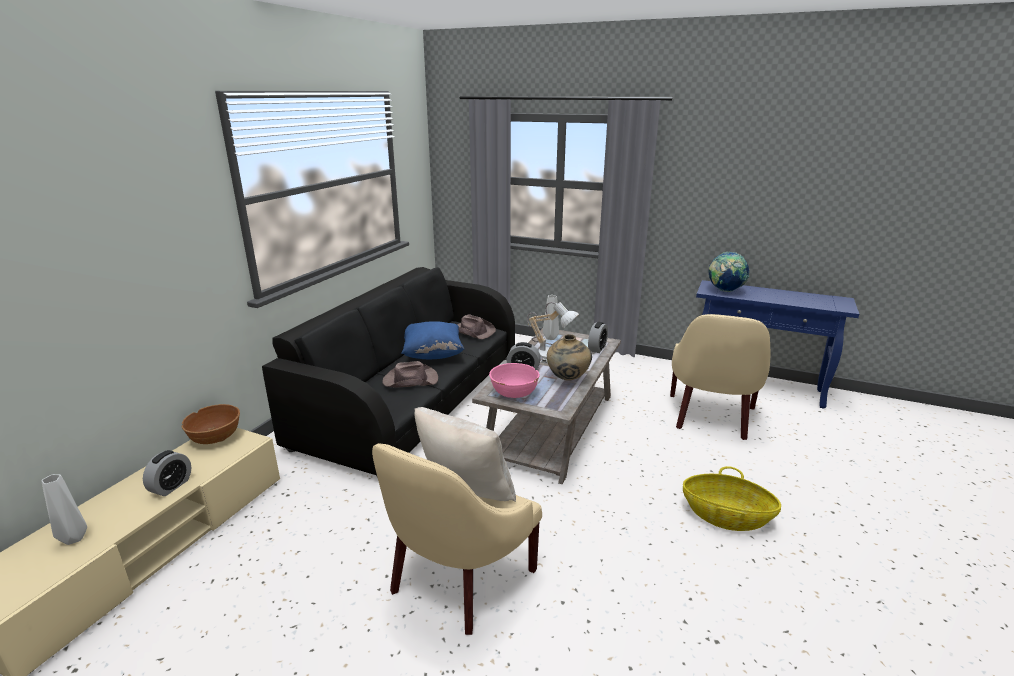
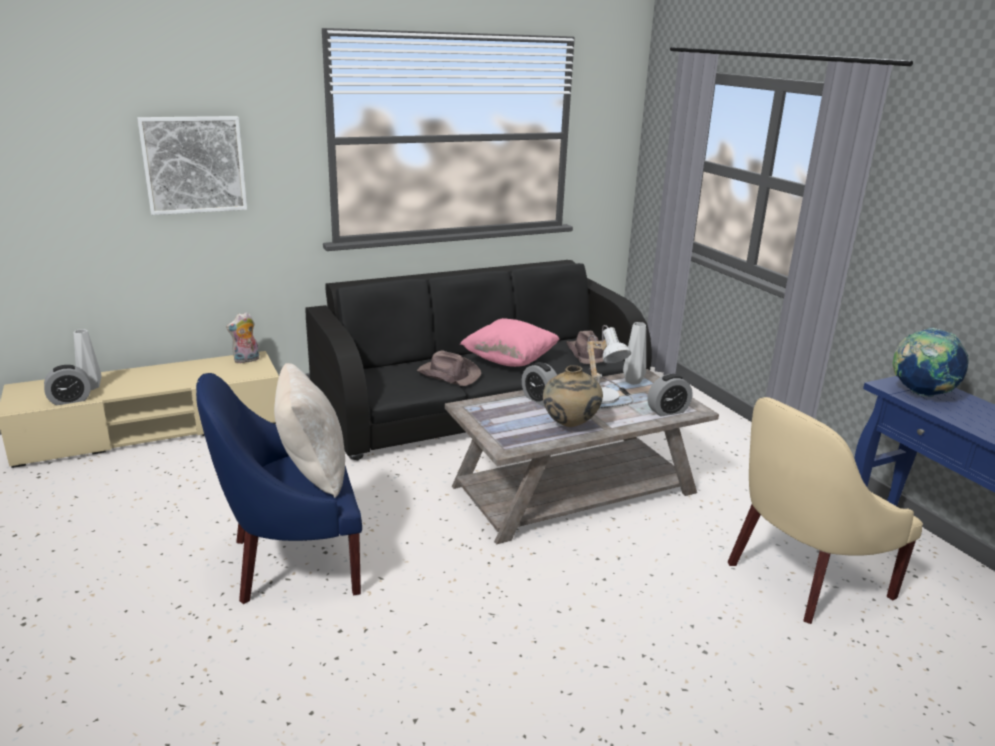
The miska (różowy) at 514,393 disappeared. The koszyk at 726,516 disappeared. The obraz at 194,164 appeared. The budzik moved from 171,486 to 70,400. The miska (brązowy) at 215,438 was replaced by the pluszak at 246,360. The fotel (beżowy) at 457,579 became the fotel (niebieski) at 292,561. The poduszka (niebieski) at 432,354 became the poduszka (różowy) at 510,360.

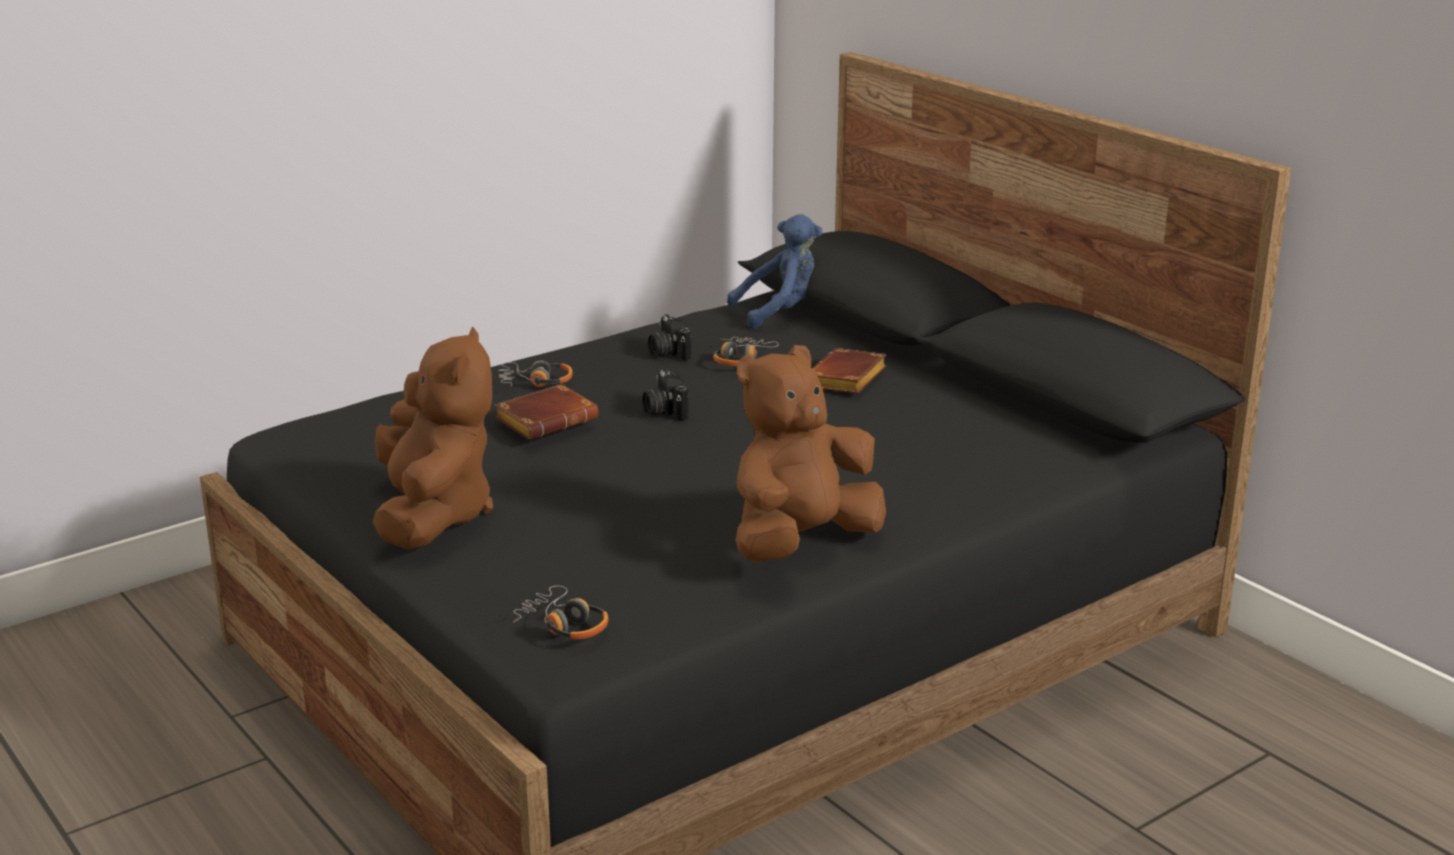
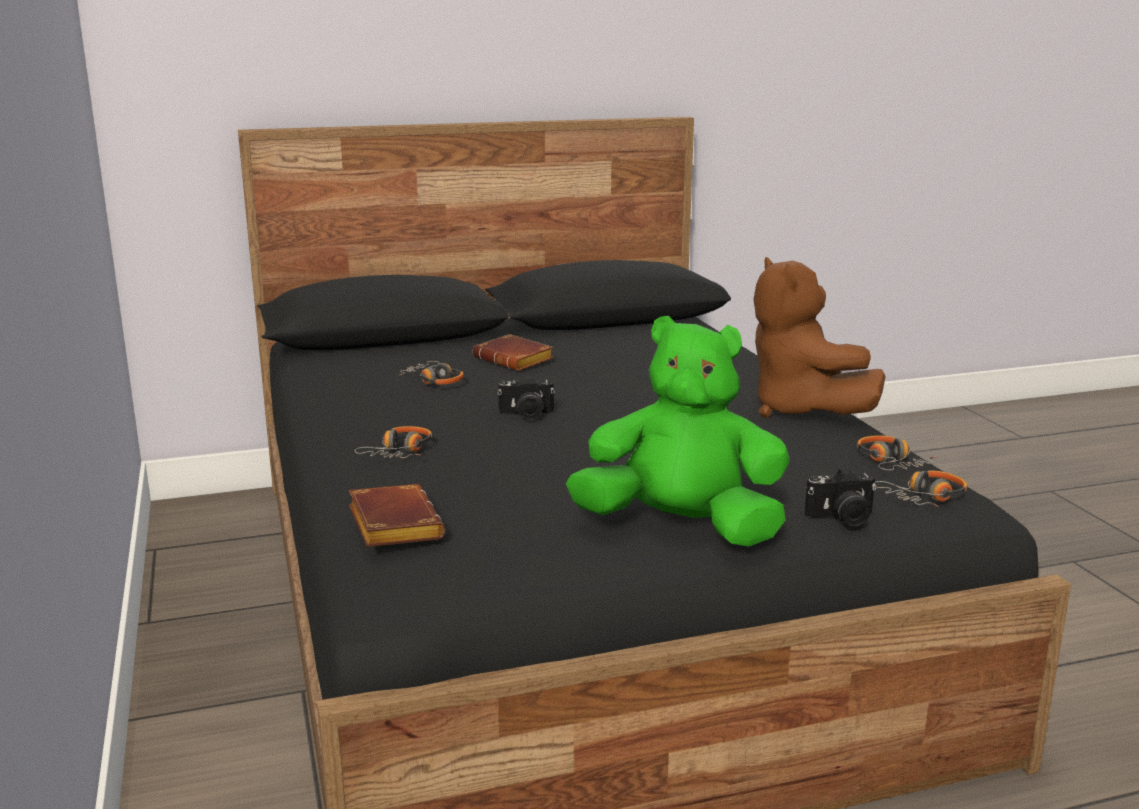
The pluszak (niebieski) at 781,312 disappeared. The słuchawki at 891,462 appeared. The książka (brązowy) moved from 547,419 to 391,524. The aparat fotograficzny moved from 668,353 to 842,518. The pluszak (brązowy) at 433,516 became the pluszak (zielony) at 681,527.

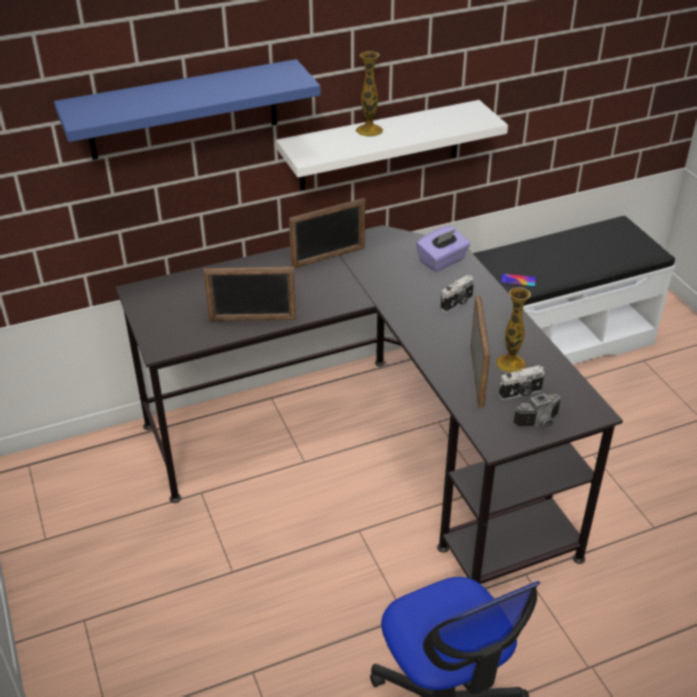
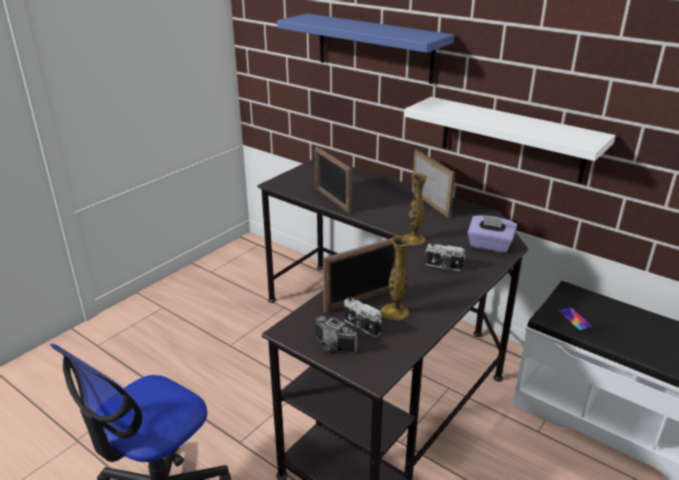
The wazon moved from 369,130 to 413,239. The ramka na zdjęcie at 328,257 turned 150 degrees counterclockwise.

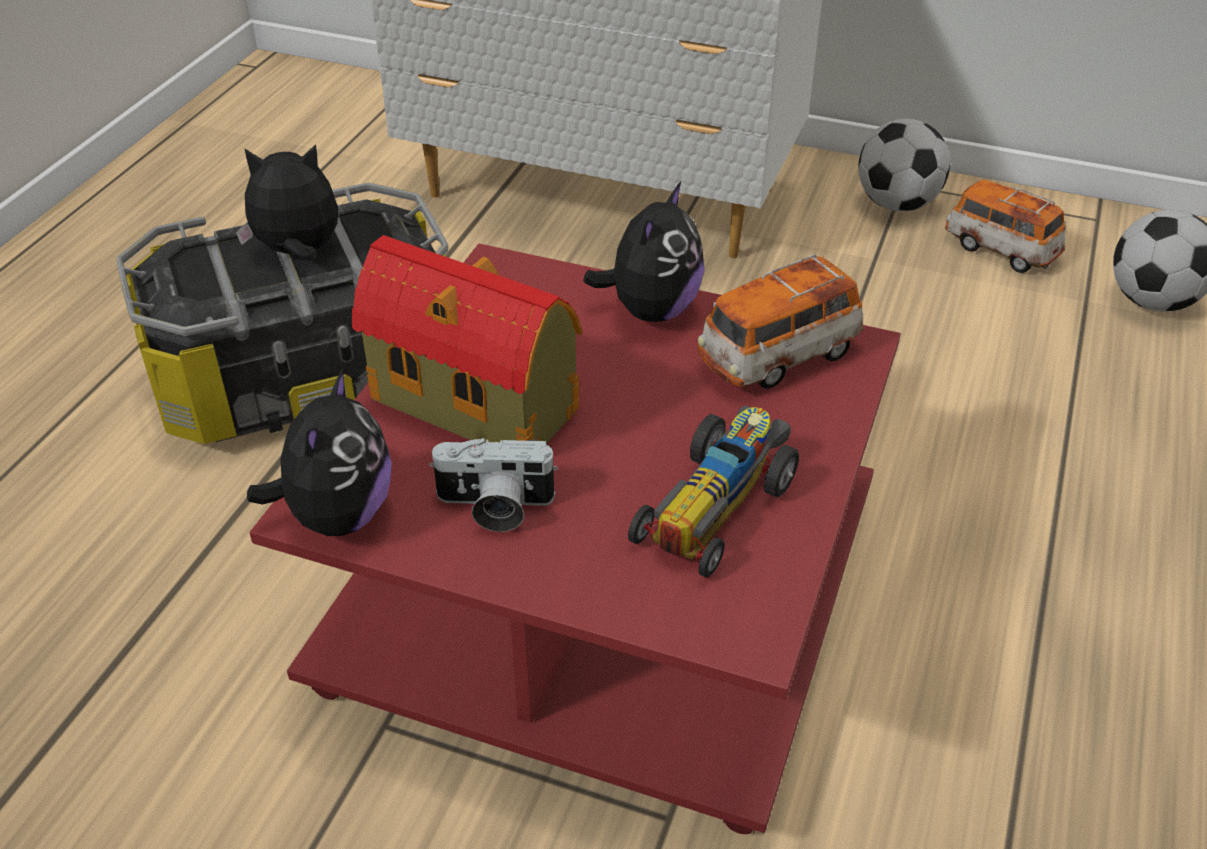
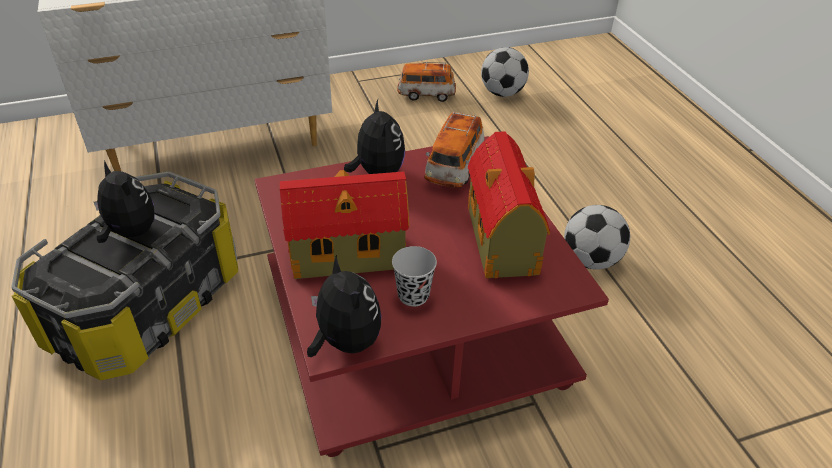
The piłka futbolowa moved from 897,204 to 591,260. The aparat fotograficzny at 494,507 was replaced by the filiżanka (czarny) at 413,295. The samochodzik at 717,503 was replaced by the domek at 502,241. The pluszak at 298,252 turned 90 degrees clockwise.

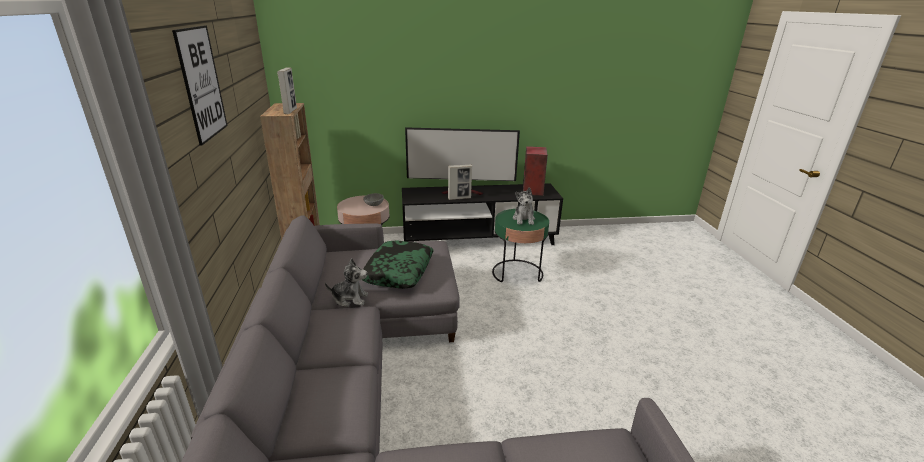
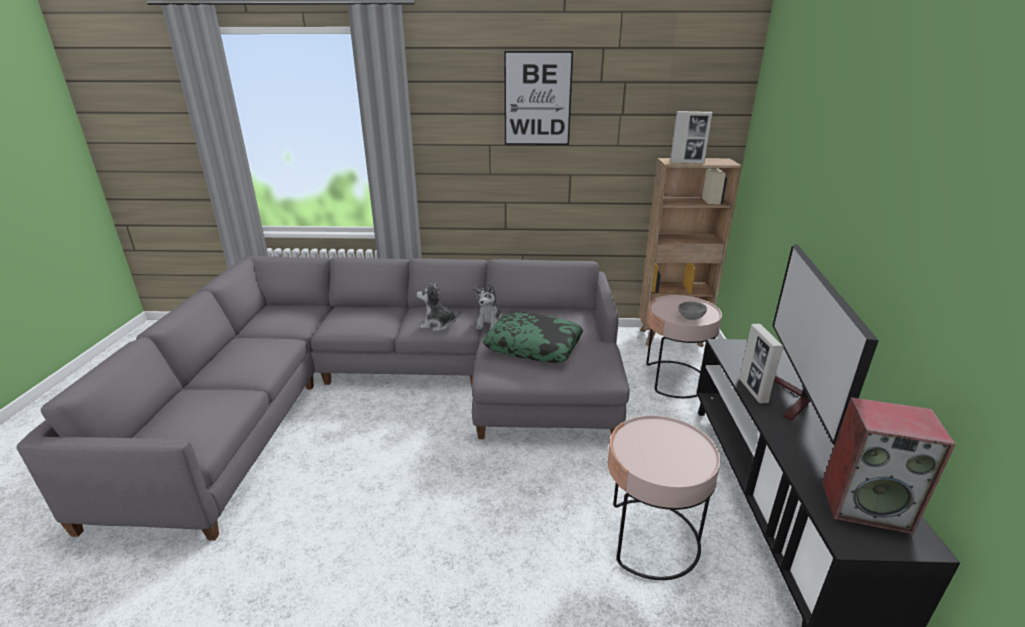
The pluszak moved from 524,219 to 438,324. The stolik (zielony) at 517,273 became the stolik (różowy) at 650,538.

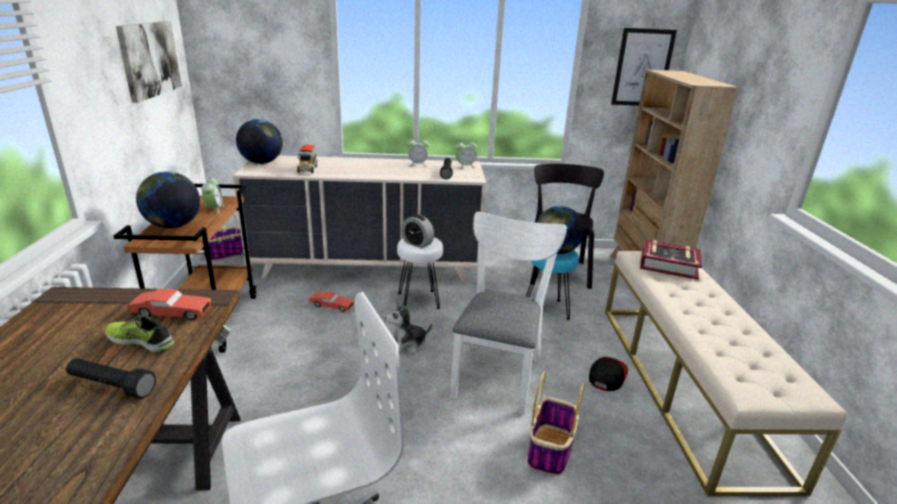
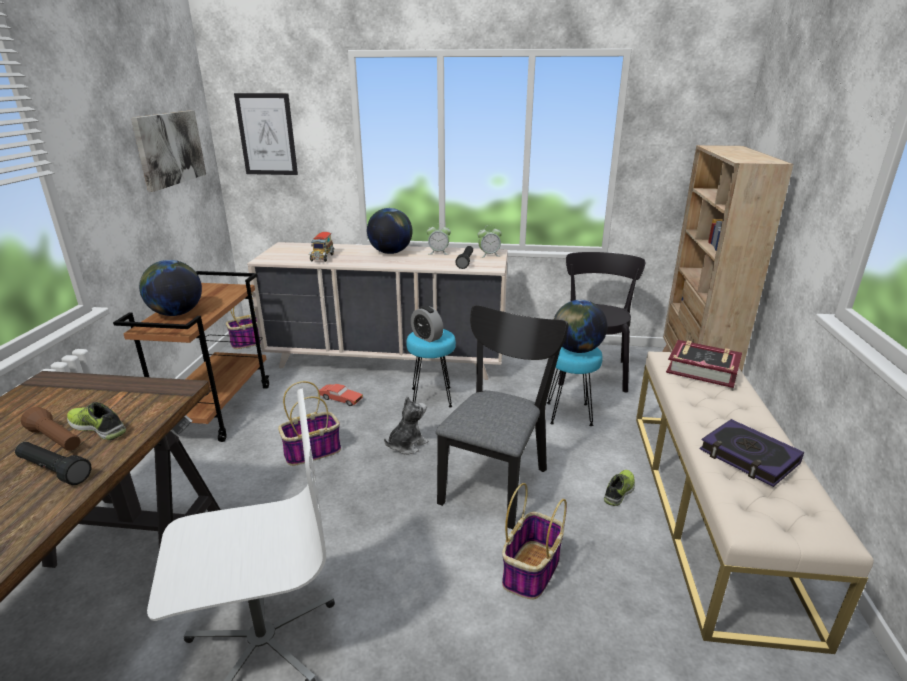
The samochodzik (czerwony) at 171,313 disappeared. The budzik at 214,209 disappeared. The latarka (brązowy) at 56,440 appeared. The koszyk at 313,451 appeared. The książka at 748,457 appeared. The globus moved from 262,162 to 390,252. The obraz moved from 642,68 to 267,134. The czapka z daszkiem at 607,375 was replaced by the but at 620,491. The stołek (biały) at 419,300 became the stołek (turkusowy) at 432,397. The krzesło (biały) at 498,372 became the krzesło (czarny) at 497,479. The pluszak at 407,345 turned 150 degrees clockwise.

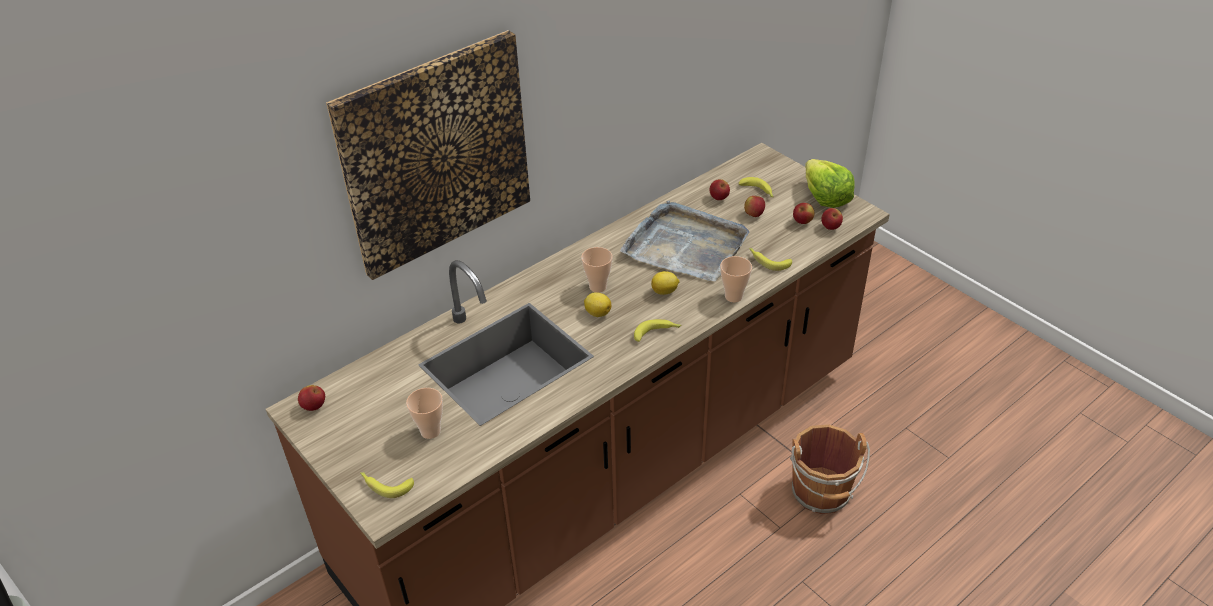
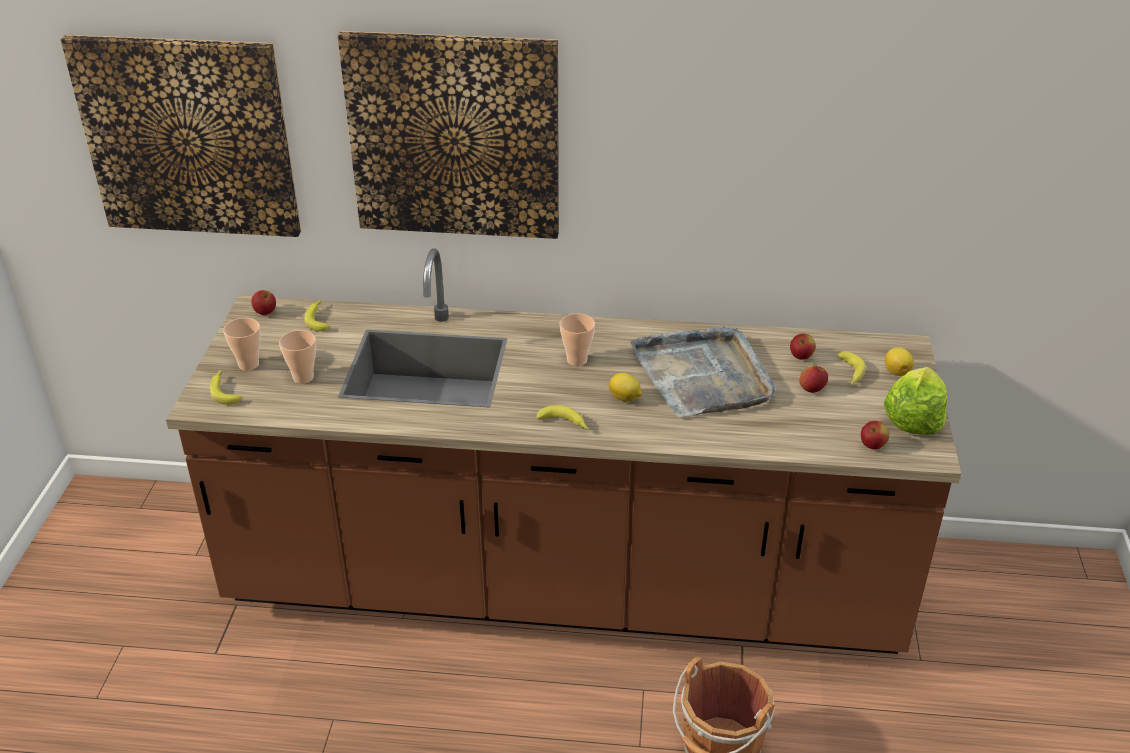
The jabłko at 802,222 disappeared. The obraz at 188,137 appeared. The cytryna moved from 597,313 to 896,371. The filiżanka moved from 733,296 to 248,364. The banan moved from 768,261 to 319,318.

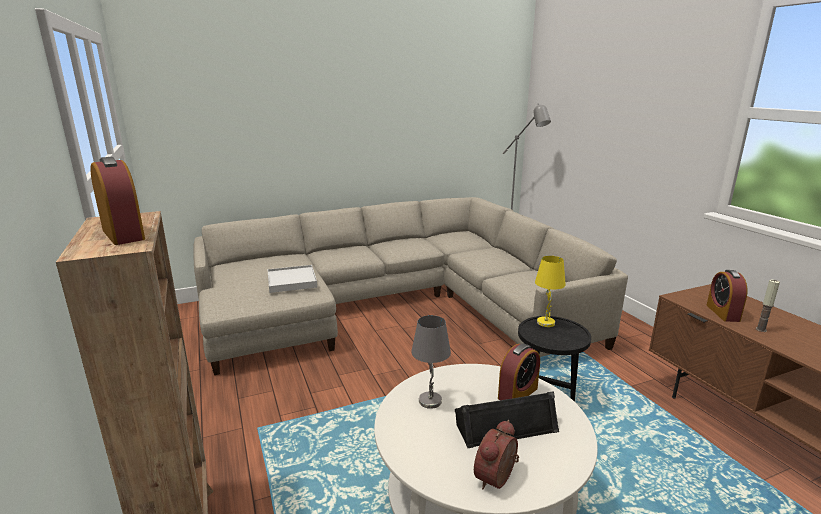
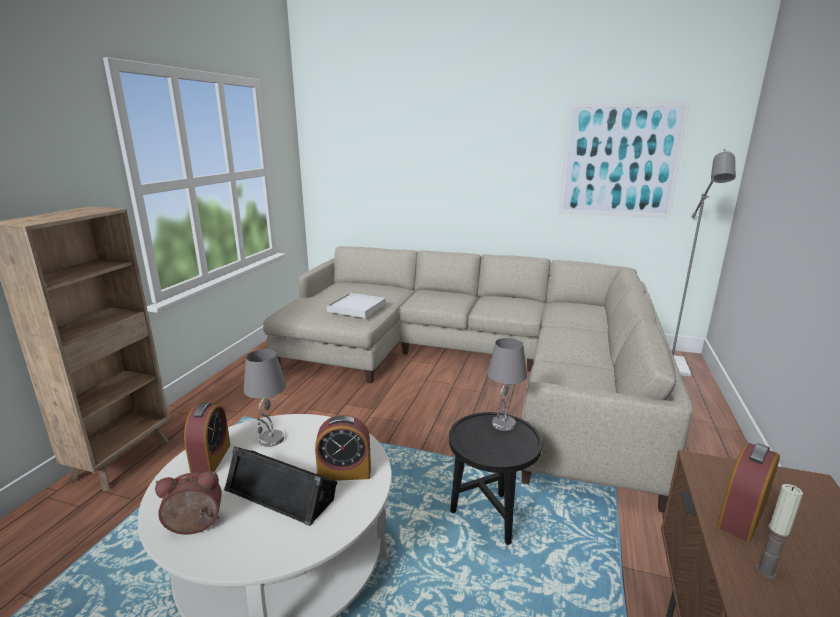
The obraz at 619,161 appeared. The budzik moved from 123,234 to 211,459. The lampa stołowa (żółty) at 546,323 became the lampa stołowa (szary) at 503,424.

